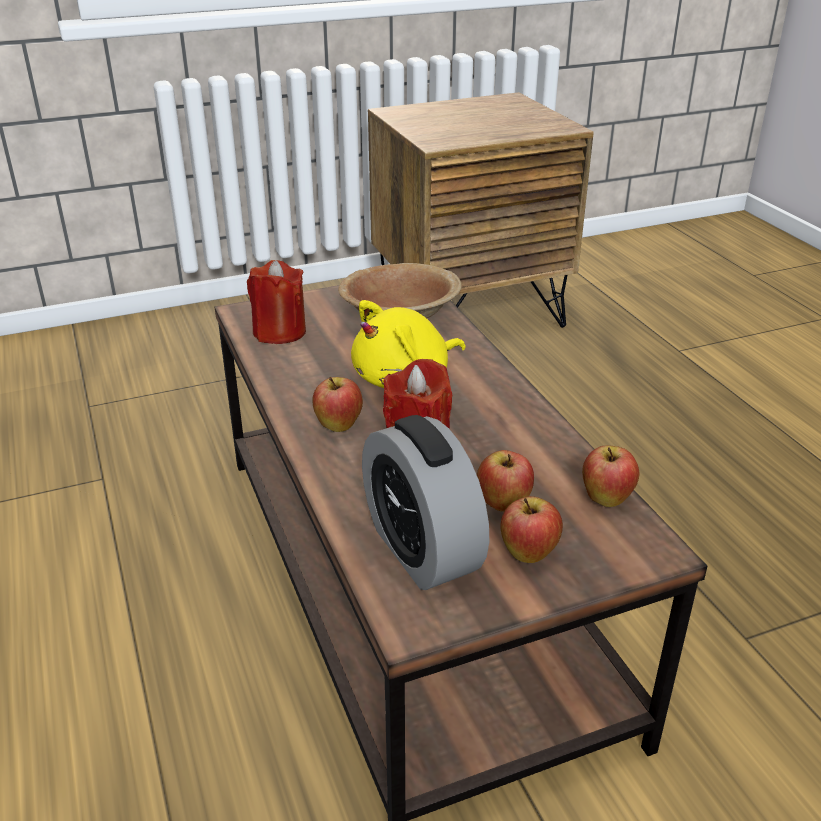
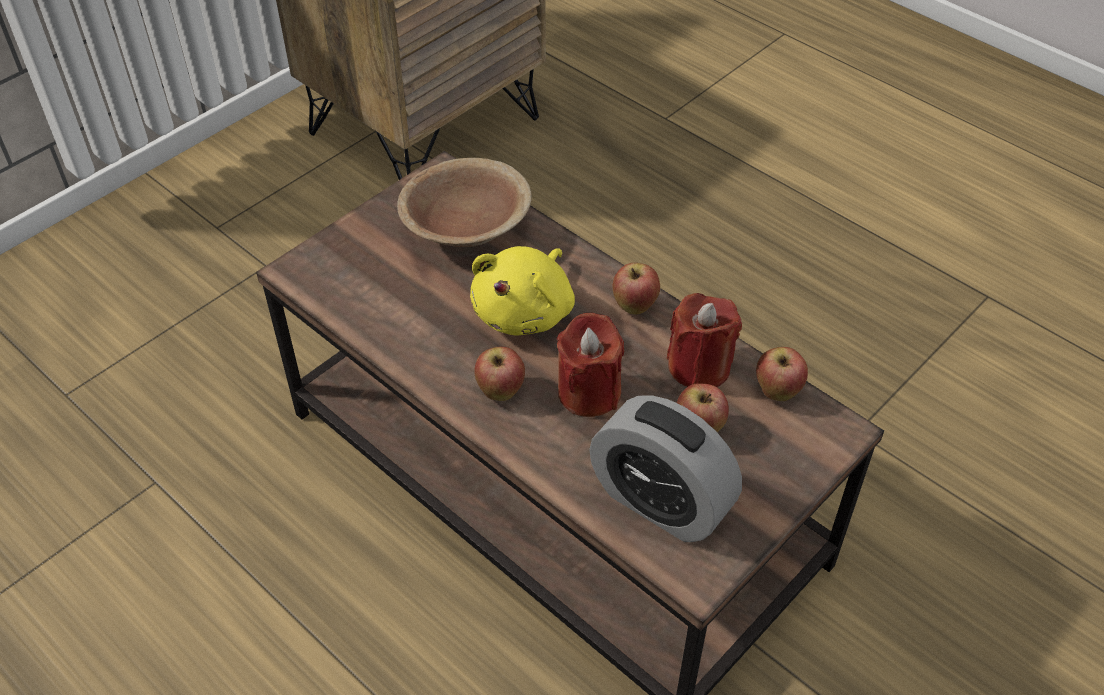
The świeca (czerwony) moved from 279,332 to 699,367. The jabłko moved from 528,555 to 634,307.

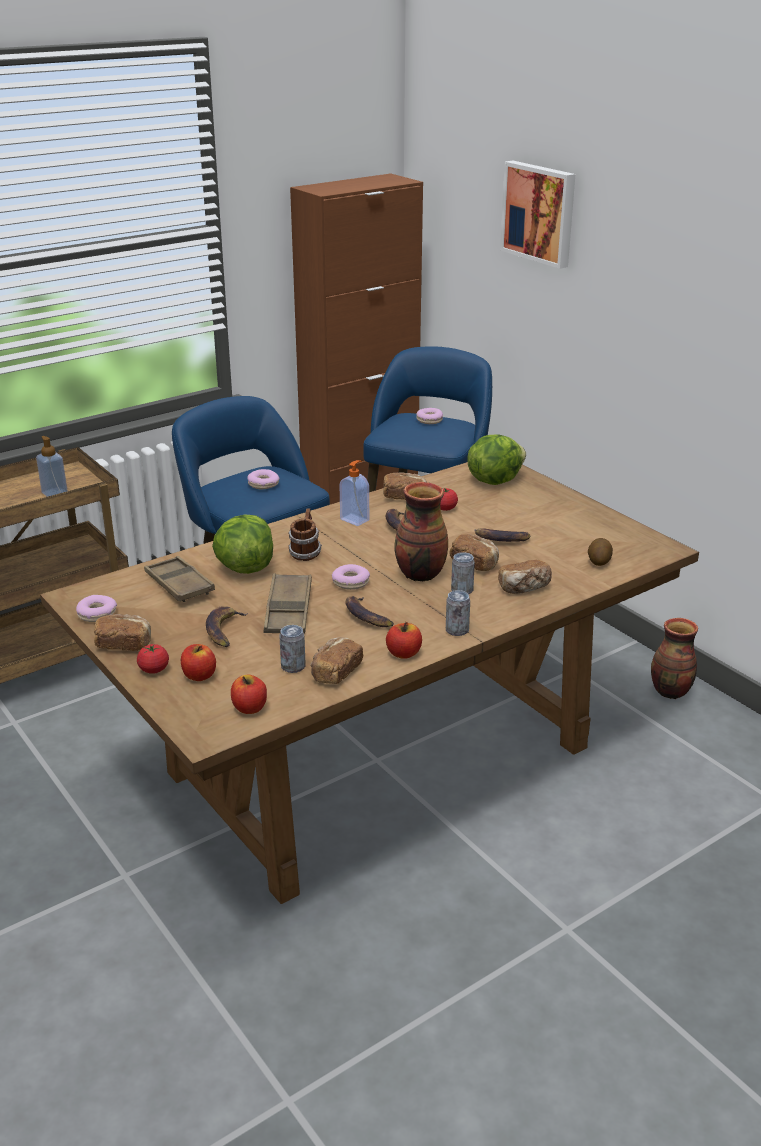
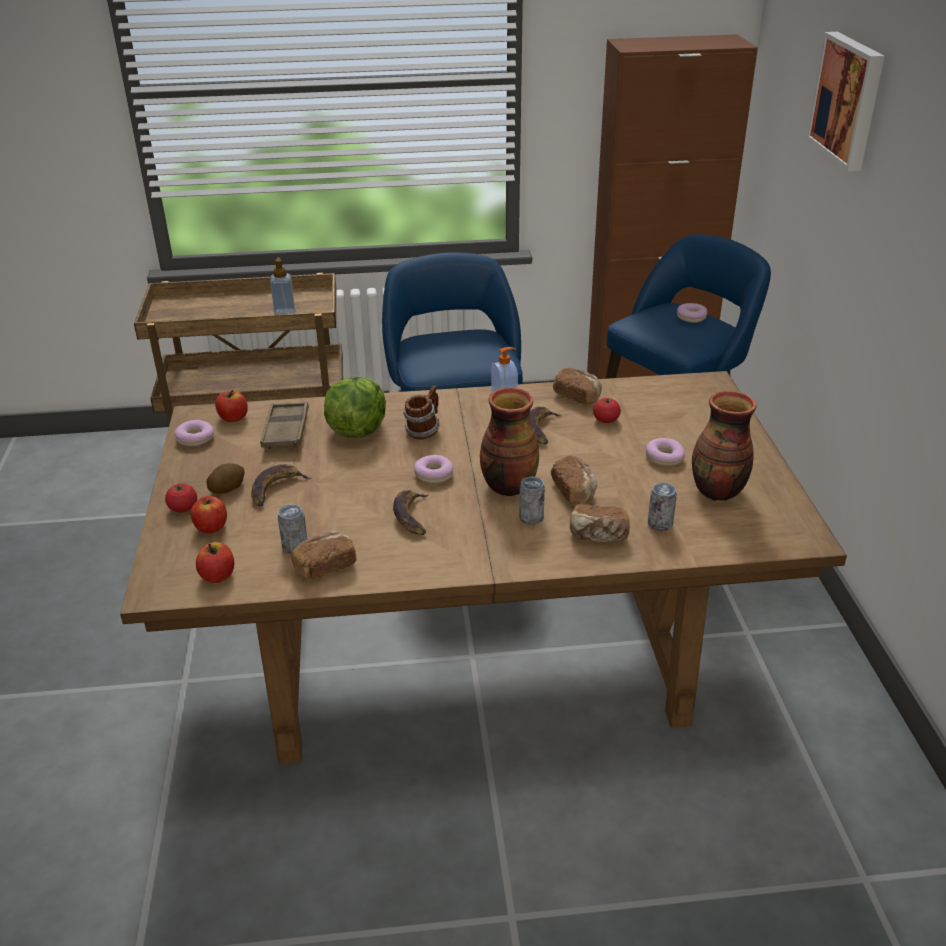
The chleb at 124,644 disappeared. The taca (brązowy) at 288,610 disappeared. The sałata at 494,480 disappeared. The banan at 500,540 disappeared. The donut moved from 263,484 to 664,458. The jabłko moved from 404,653 to 233,418. The puszka moved from 457,630 to 660,524. The ziemniak moved from 599,561 to 227,488. The wazon moved from 670,692 to 717,491.

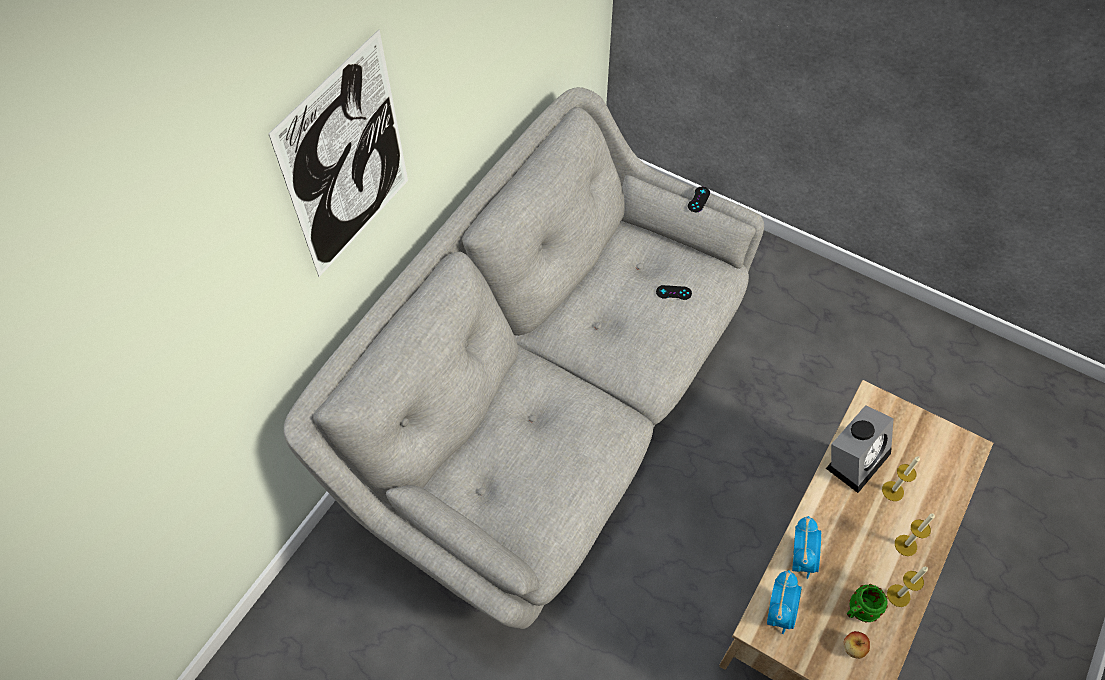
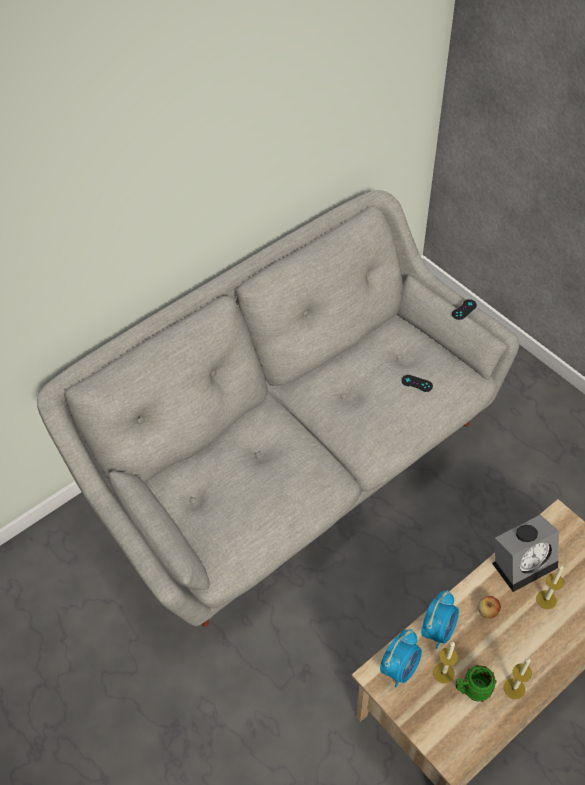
The obraz at 346,159 disappeared. The jabłko moved from 853,648 to 487,611. The świeca moved from 905,545 to 443,673.

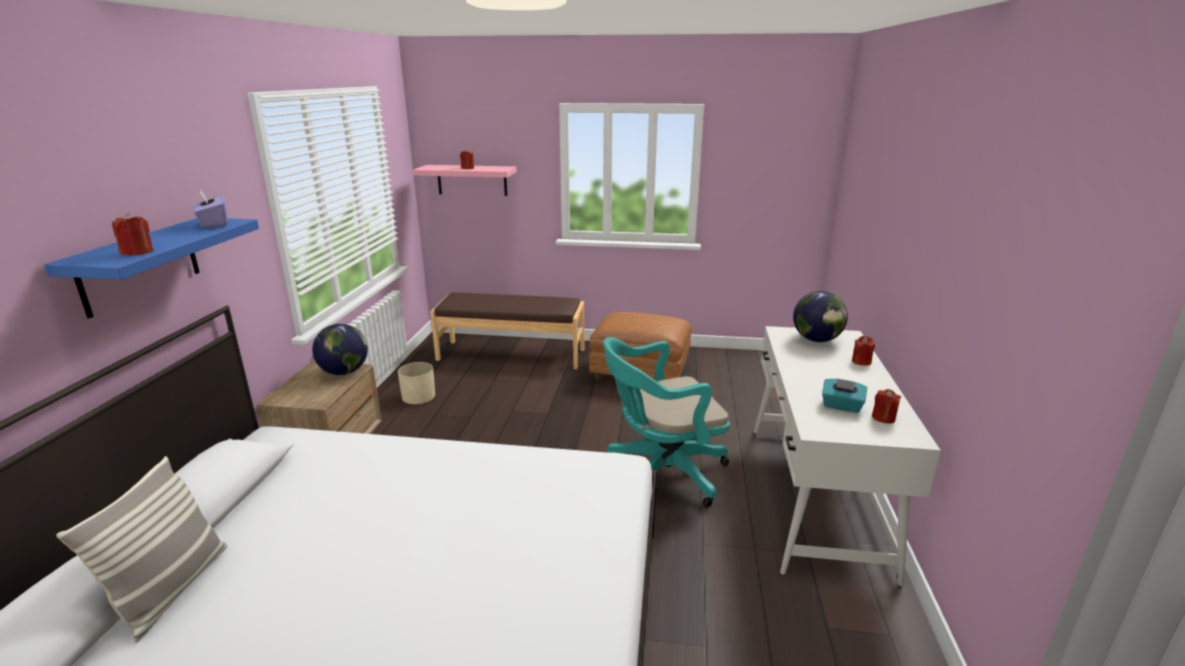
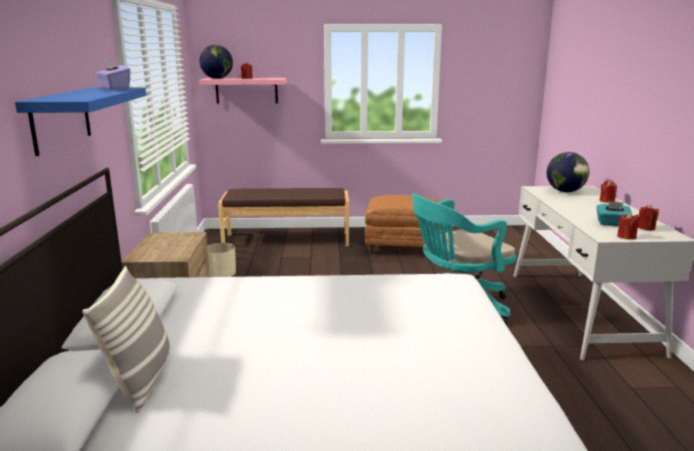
The świeca (czerwony) moved from 137,252 to 626,237. The globus moved from 344,372 to 217,78.

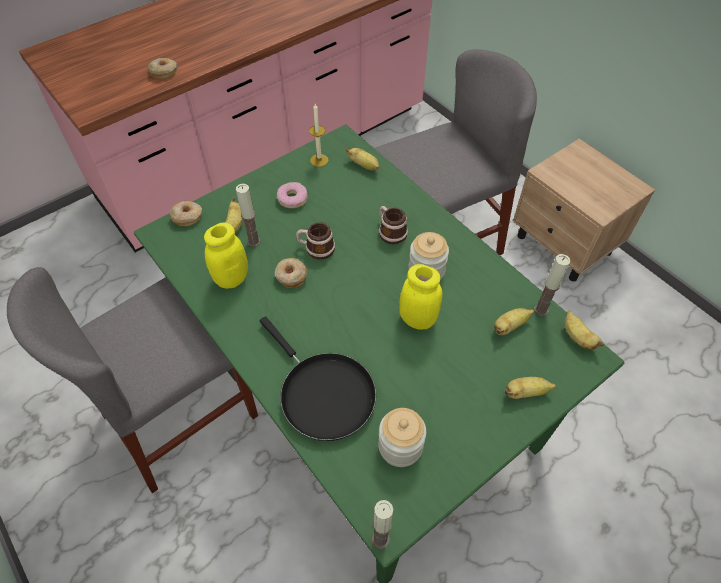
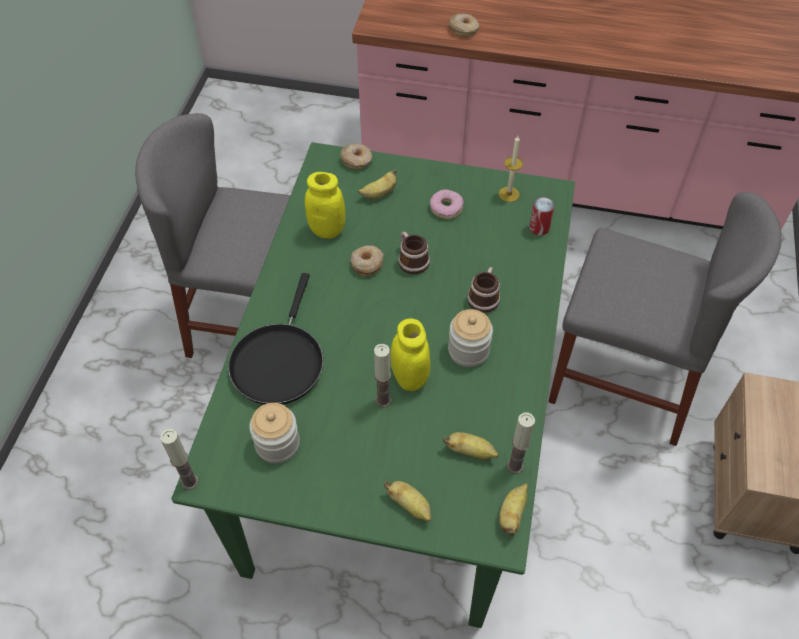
The świeca moved from 254,241 to 383,400. The banan at 364,166 was replaced by the puszka at 539,228.

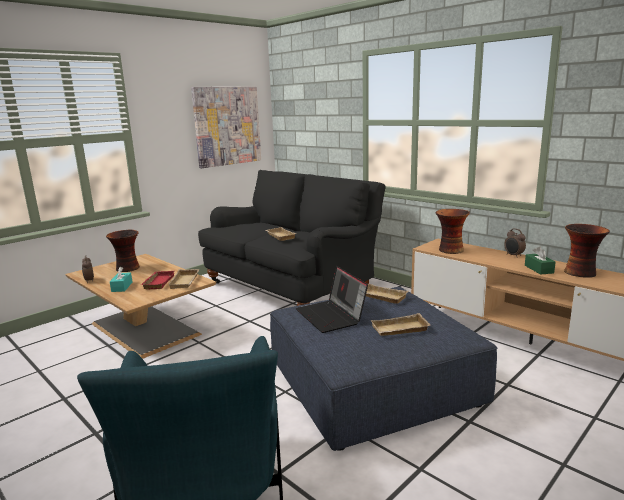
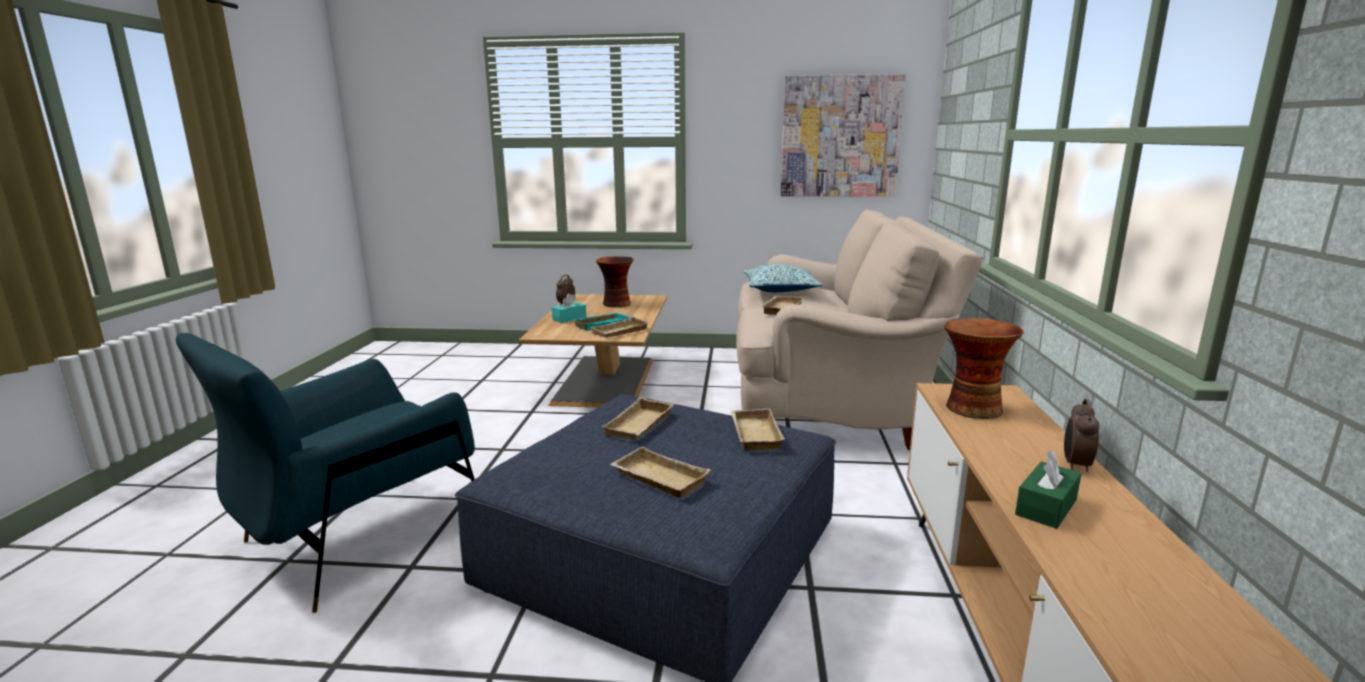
The wazon at 581,273 disappeared. The poduszka at 780,289 appeared. The laptop at 332,316 was replaced by the taca (beżowy) at 640,425. The taca (czerwony) at 158,282 became the taca (turkusowy) at 601,324. The kanapa (czarny) at 291,286 became the kanapa (beżowy) at 829,400.

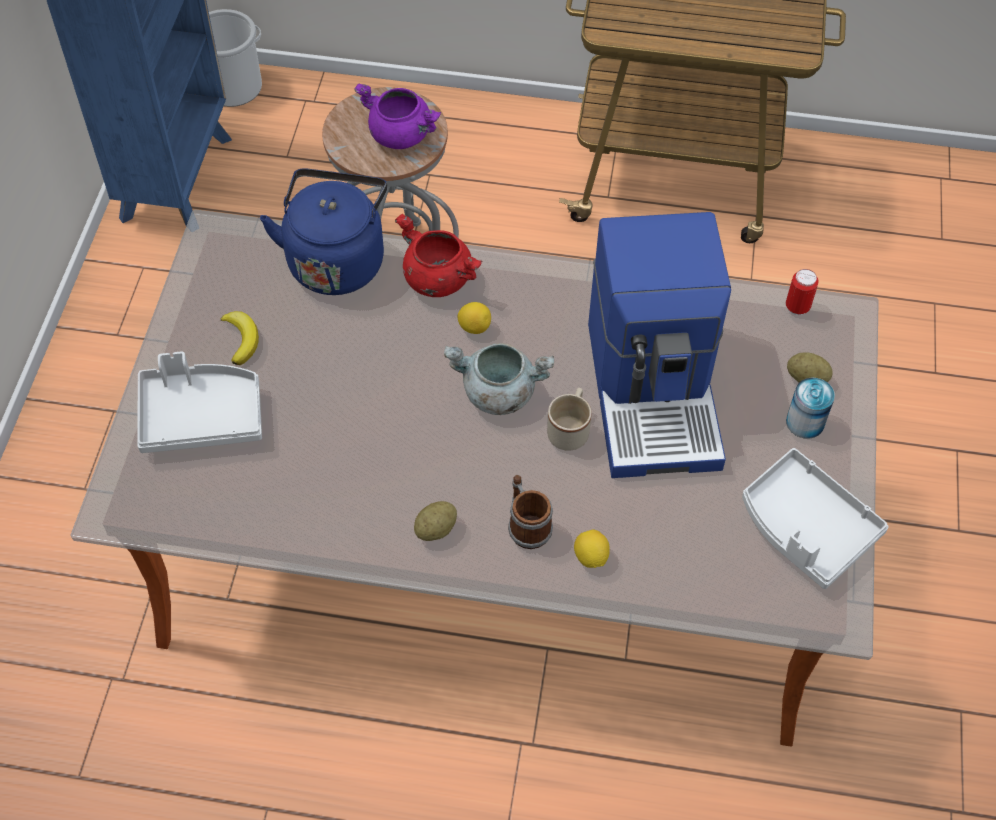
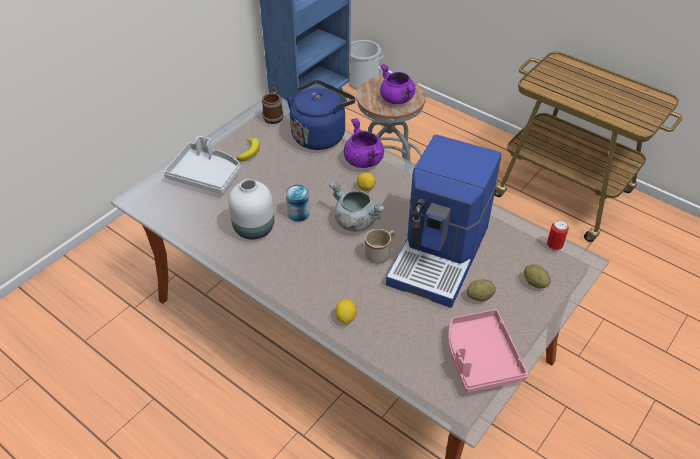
The wazon (biały) at 254,229 appeared. The ziemniak moved from 436,529 to 479,296. The kubek moved from 526,525 to 274,115. The puszka moved from 805,422 to 298,213. The garnek (czerwony) at 437,279 became the garnek (fioletowy) at 363,160. The taca (szary) at 805,527 became the taca (różowy) at 480,358.

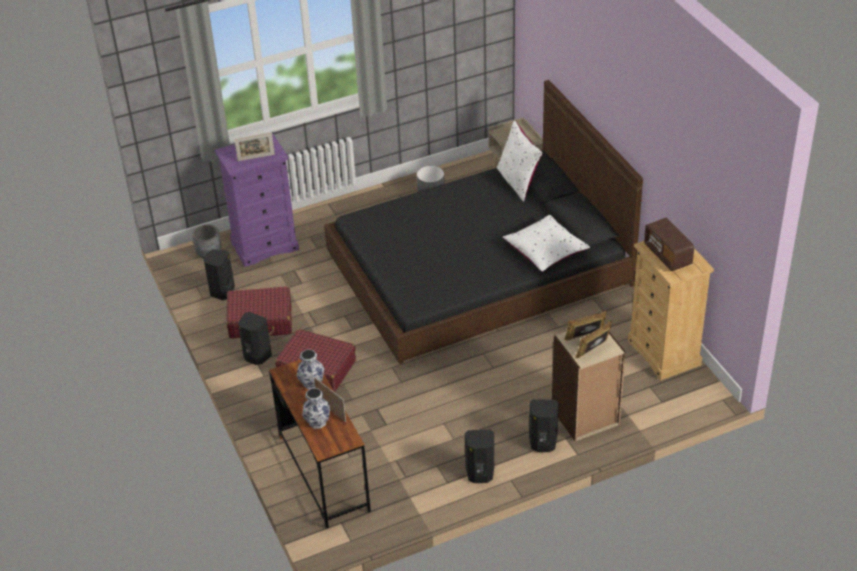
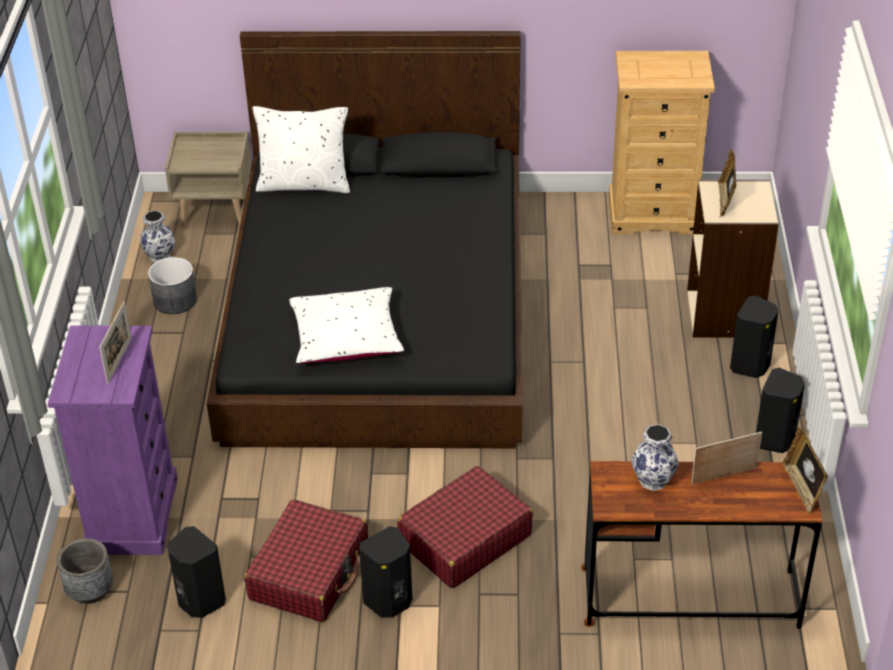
The radio at 667,255 disappeared. The wazon moved from 317,421 to 159,256. The poduszka (biały) moved from 545,251 to 346,338. The ramka na zdjęcie moved from 593,351 to 802,488.

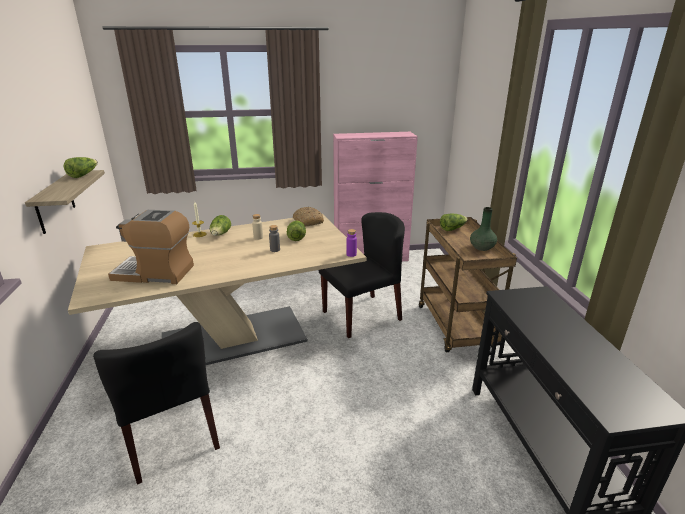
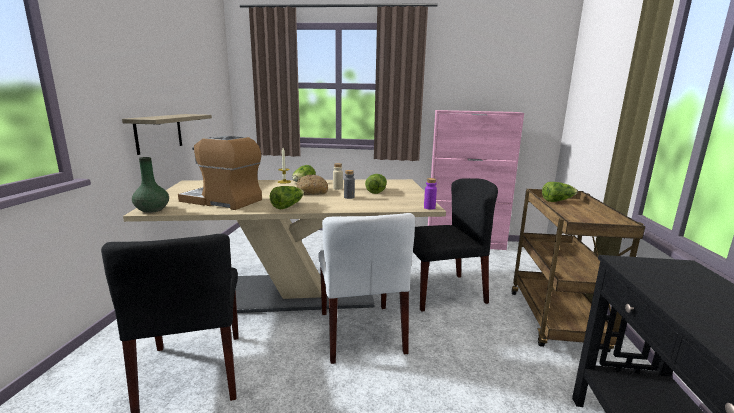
The krzesło (biały) at 361,332 appeared. The sałata moved from 83,175 to 287,206. The chleb moved from 307,221 to 311,191. The wazon (zielony) moved from 482,248 to 152,210.

